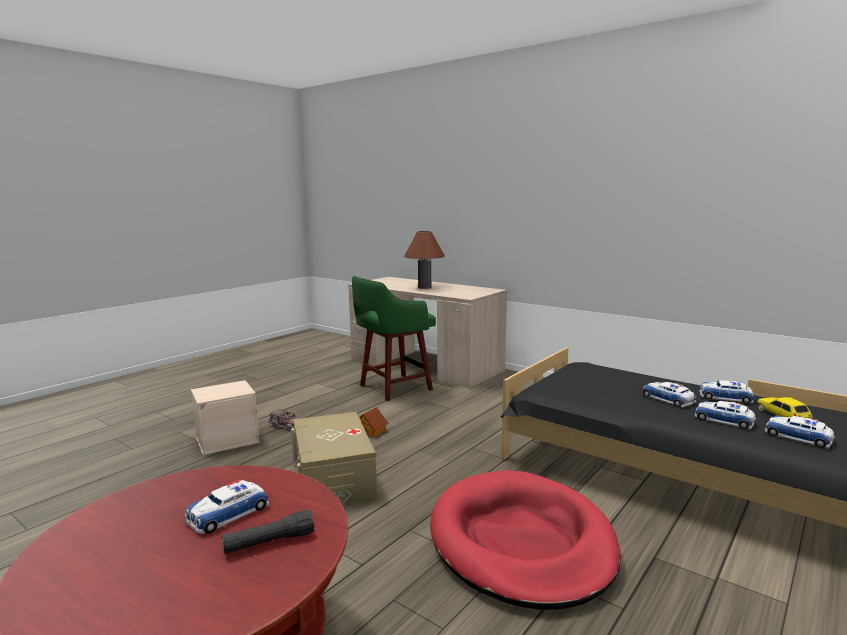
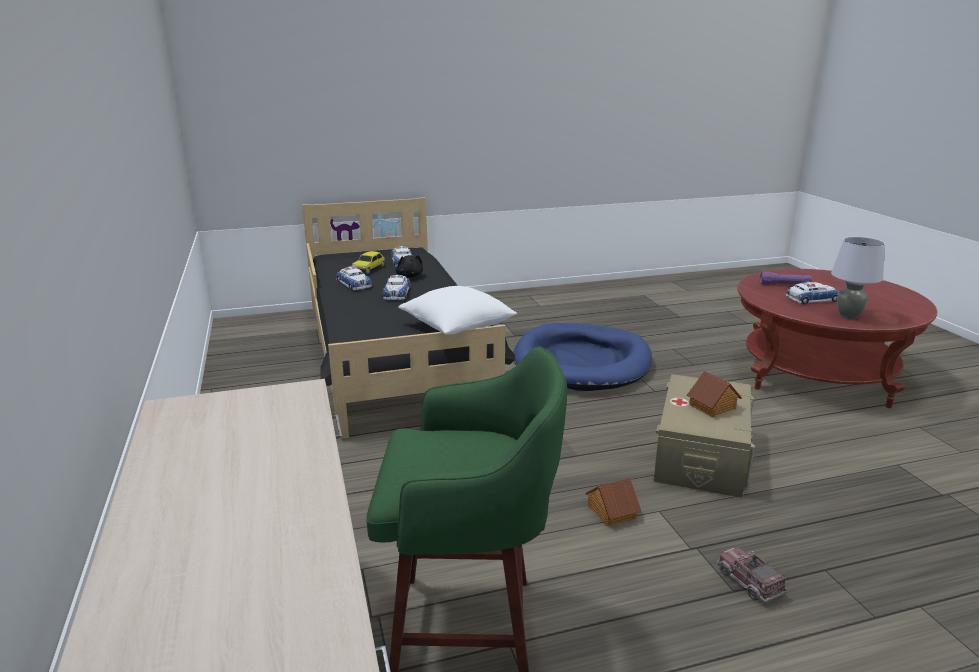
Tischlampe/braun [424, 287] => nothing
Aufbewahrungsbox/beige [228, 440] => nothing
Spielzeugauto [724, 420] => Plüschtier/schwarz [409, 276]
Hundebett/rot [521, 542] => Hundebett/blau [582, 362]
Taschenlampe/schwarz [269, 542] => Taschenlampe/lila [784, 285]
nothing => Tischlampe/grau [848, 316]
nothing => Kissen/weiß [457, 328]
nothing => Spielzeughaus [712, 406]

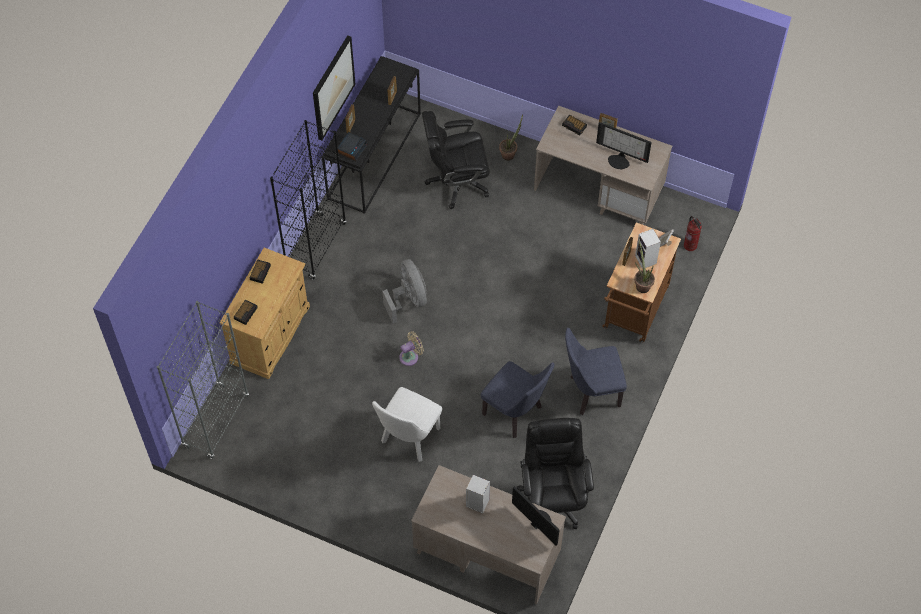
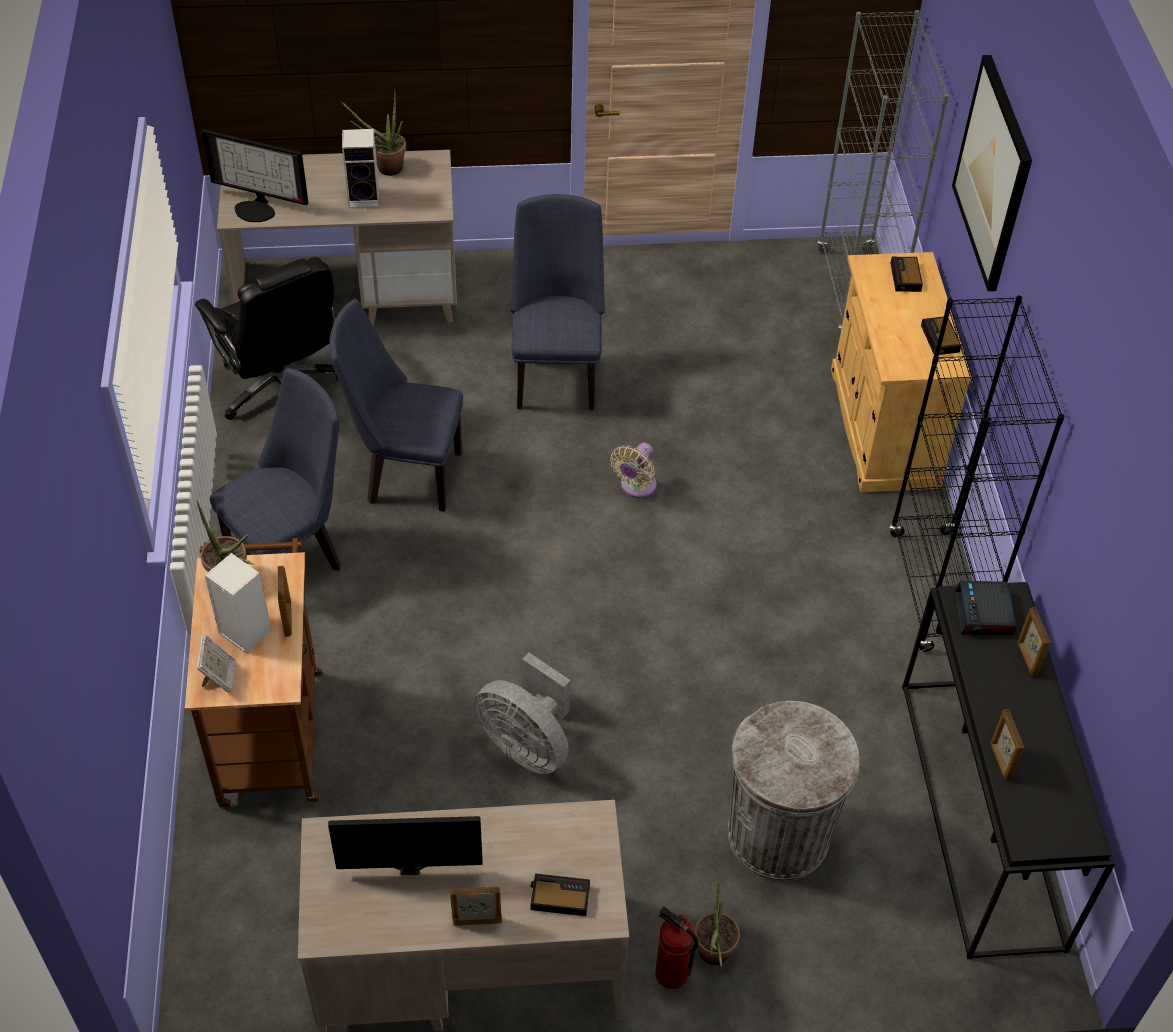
Bild [332, 87] => Bild [993, 173], move
Bürostuhl/schwarz [456, 181] => Mülleimer/grau [778, 836]
Feuerlöscher [690, 245] => Feuerlöscher [671, 974], move
Ventilator/grau [408, 299] => Ventilator/grau [527, 745], move
Stuhl/weiß [408, 439] => Stuhl/blau [556, 376]
nothing => Topfpflanze [384, 169]

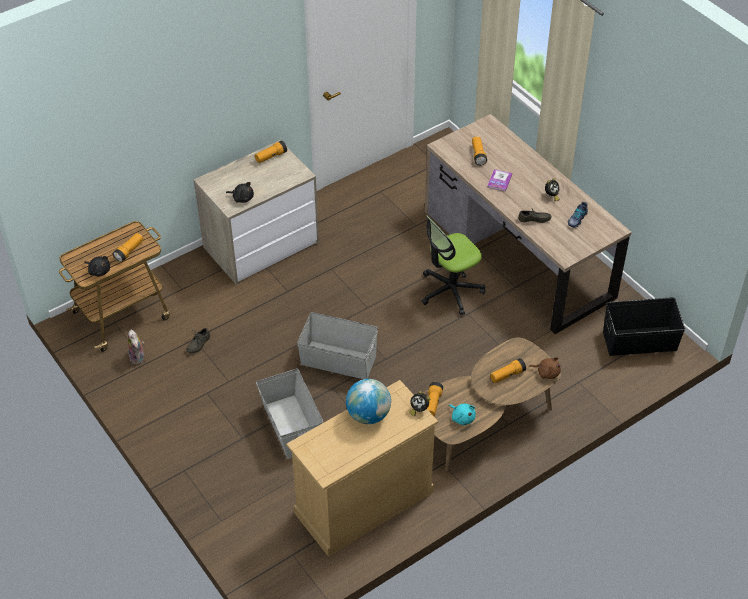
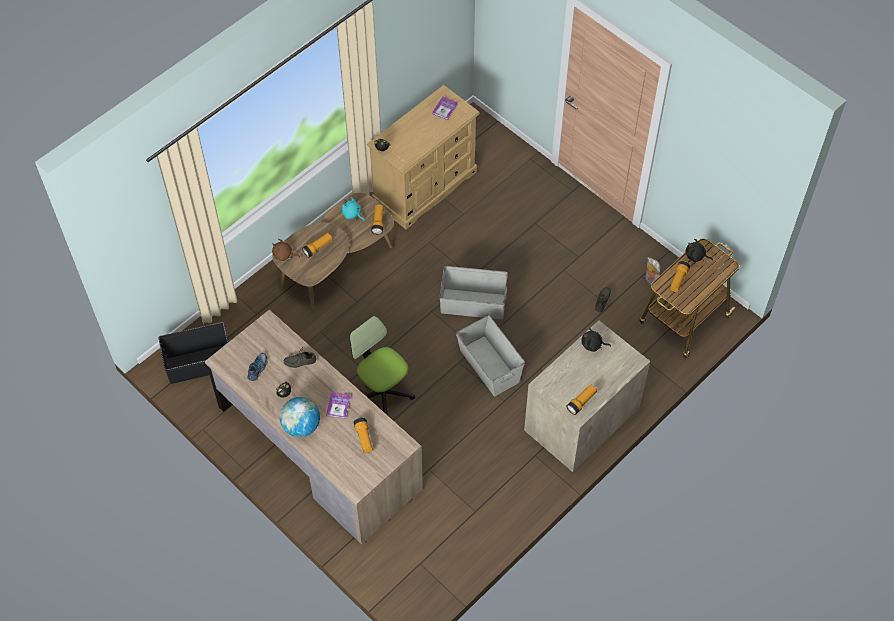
Bürostuhl [450, 291] => Bürostuhl [382, 393], 90 degrees counterclockwise
Aufbewahrungsbox/grau [290, 426] => Aufbewahrungsbox/grau [489, 365], move
Globus [368, 415] => Globus [301, 426], move
nothing => Buch [445, 108]

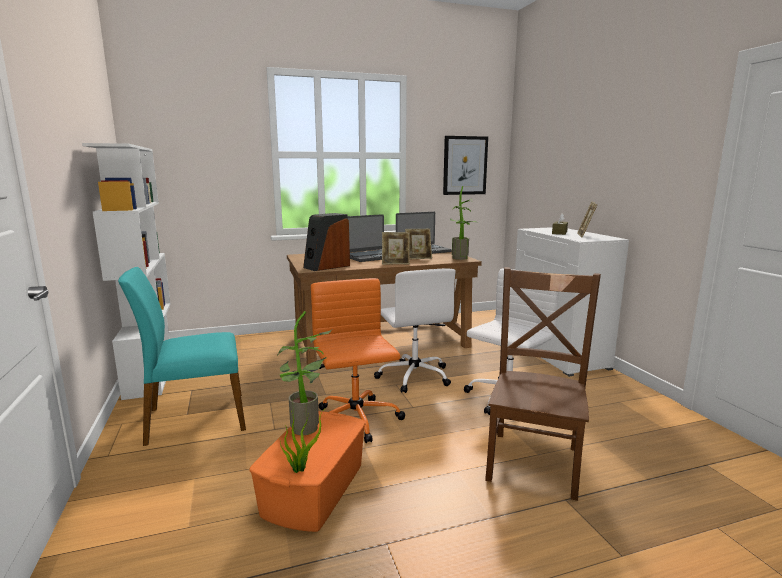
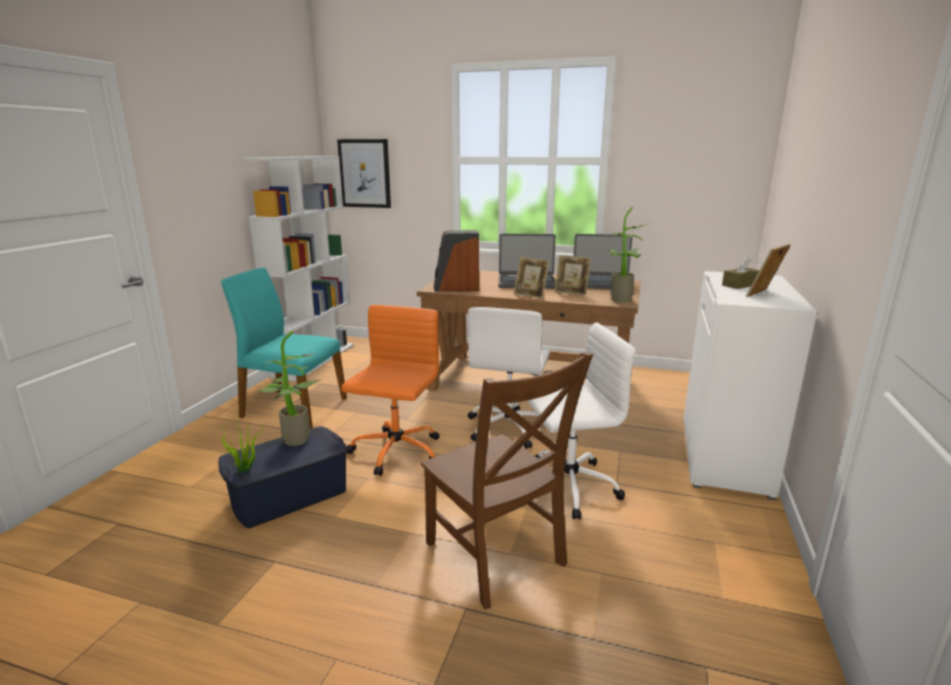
Bild [465, 165] => Bild [365, 173], move
Stuhl/braun [534, 460] => Stuhl/braun [497, 557], 90 degrees clockwise
Aufbewahrungsbox/orange [313, 489] => Aufbewahrungsbox/blau [288, 495]

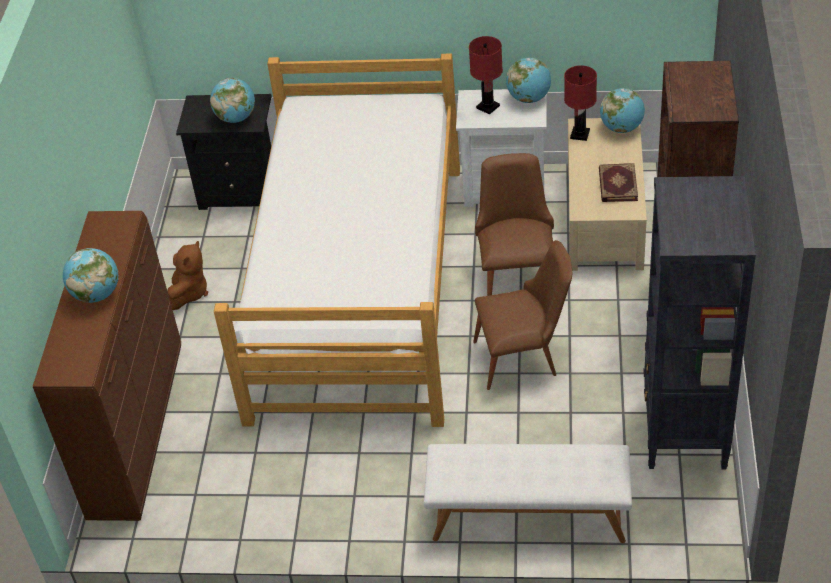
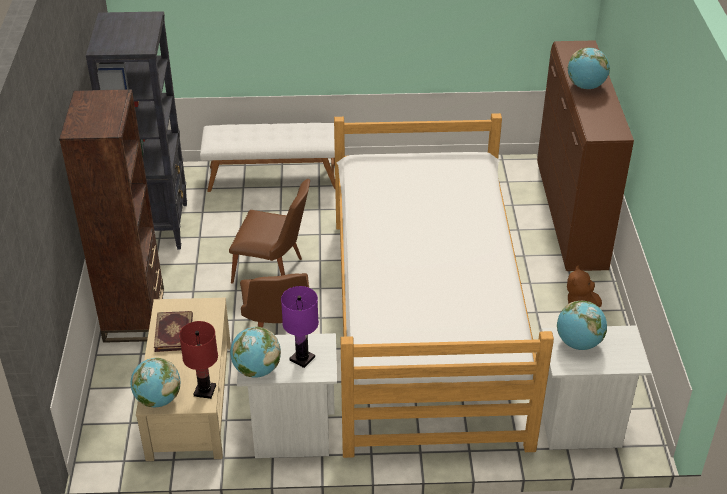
Tischlampe/rot [487, 107] => Tischlampe/lila [302, 358]
Nachttisch/schwarz [241, 191] => Nachttisch/weiß [579, 427]
Stuhl/braun [524, 358] => Stuhl/braun [274, 272], 150 degrees counterclockwise

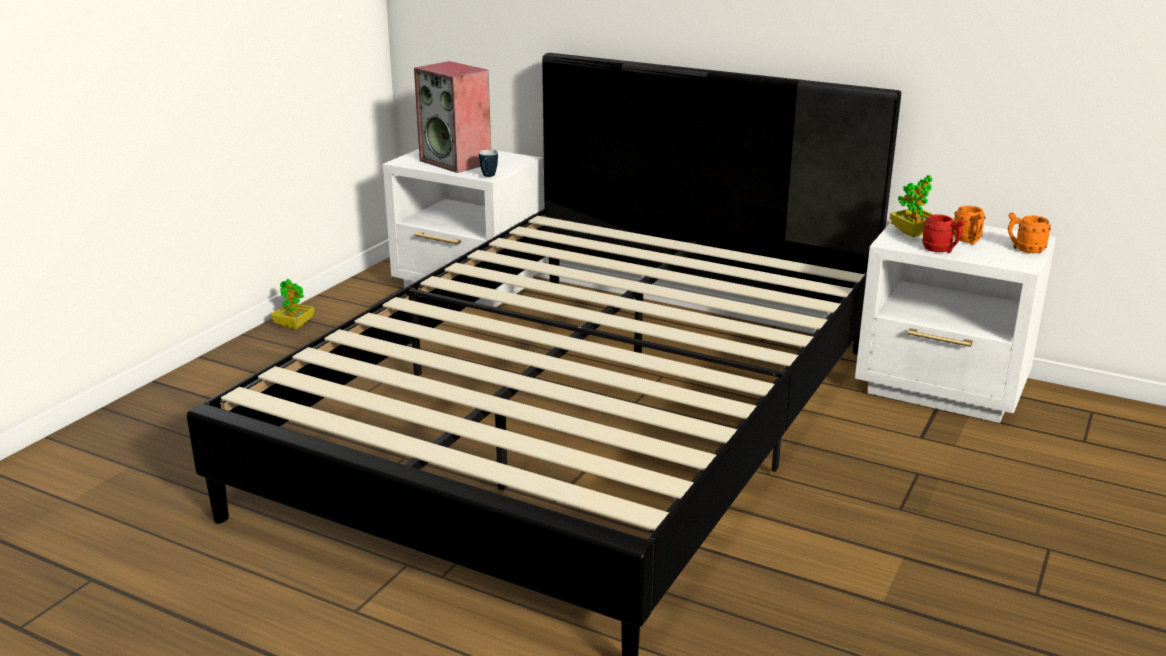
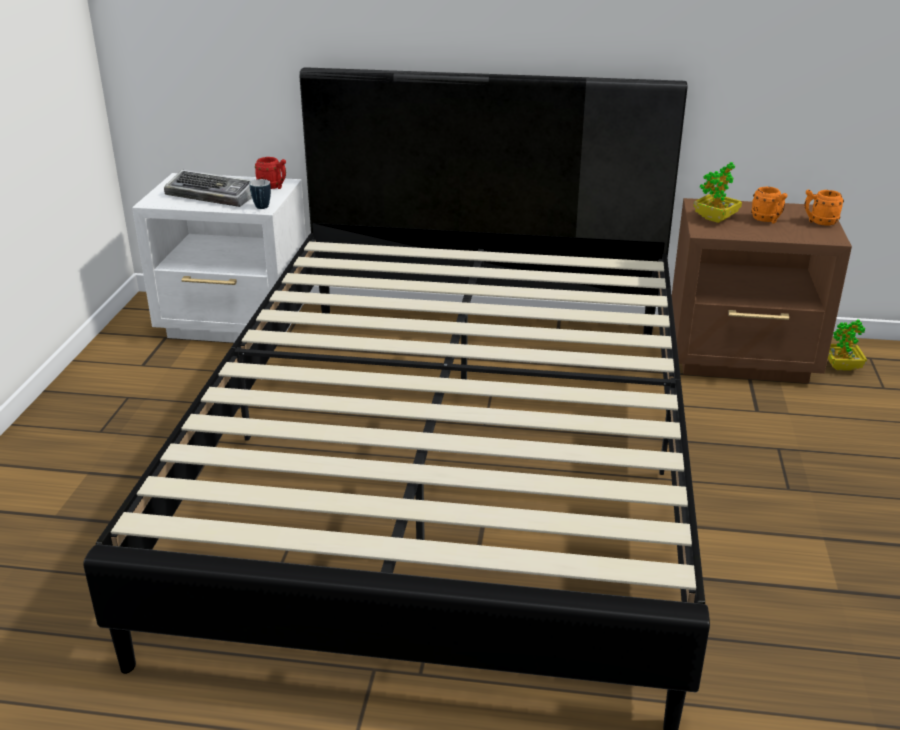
Lautsprecher [457, 162] => Tastatur [214, 195]
Henkelbecher/rot [941, 250] => Henkelbecher/rot [273, 187], move
Nachttisch/weiß [943, 389] => Nachttisch/braun [743, 358]
Topfpflanze [294, 325] => Topfpflanze [841, 366], move

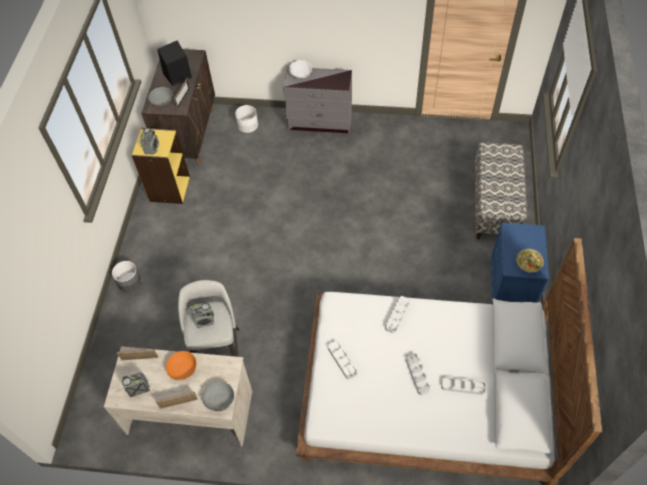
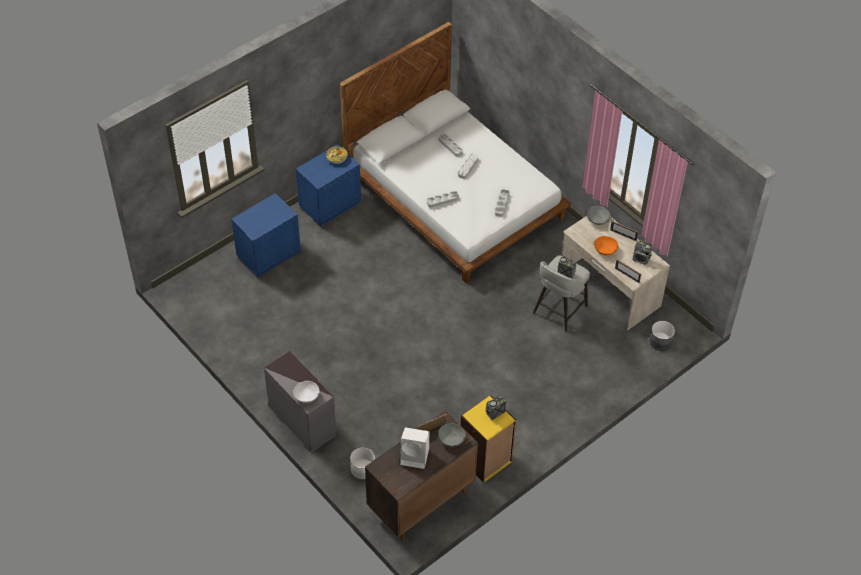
Lautsprecher/schwarz [177, 76] => Lautsprecher/weiß [415, 456]
Bank [495, 205] => Nachttisch/blau [268, 254]
Pflanzkübel/grau [129, 281] => Pflanzkübel/grau [660, 342], move

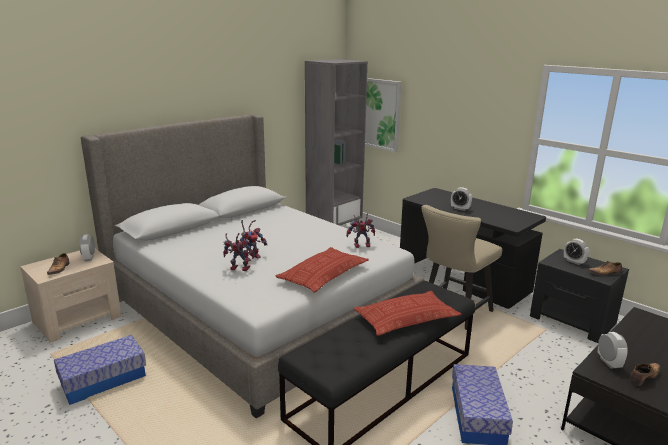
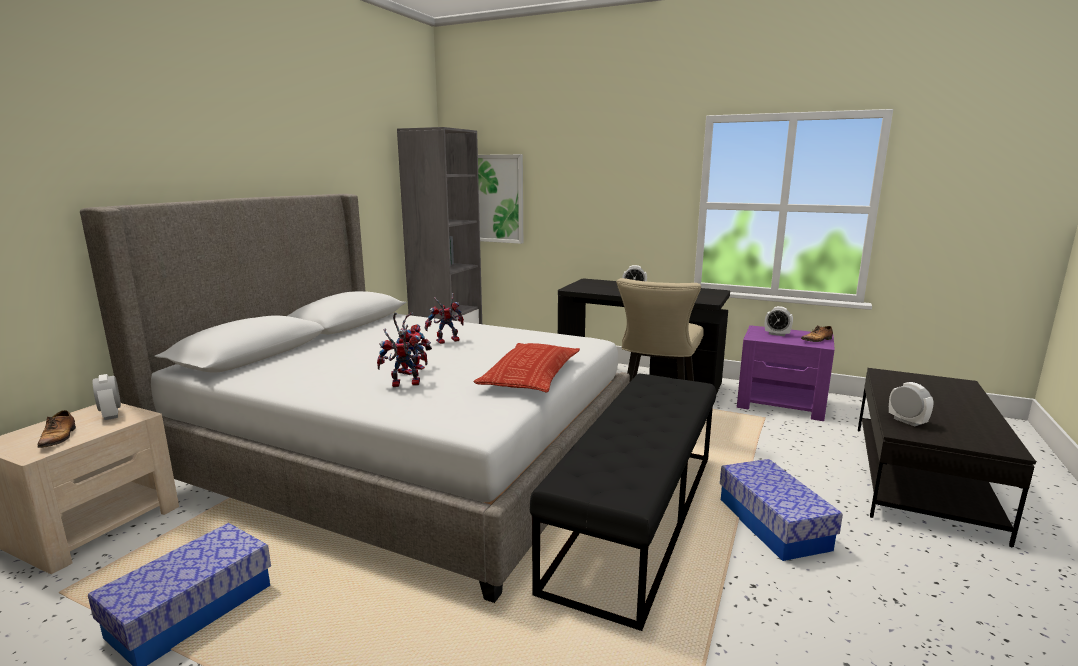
Spielzeugroboter [360, 246] => Spielzeugroboter [446, 341], move
Nachttisch/schwarz [573, 320] => Nachttisch/lila [781, 404]
Kissen [406, 318] => nothing
Schuh [643, 377] => nothing

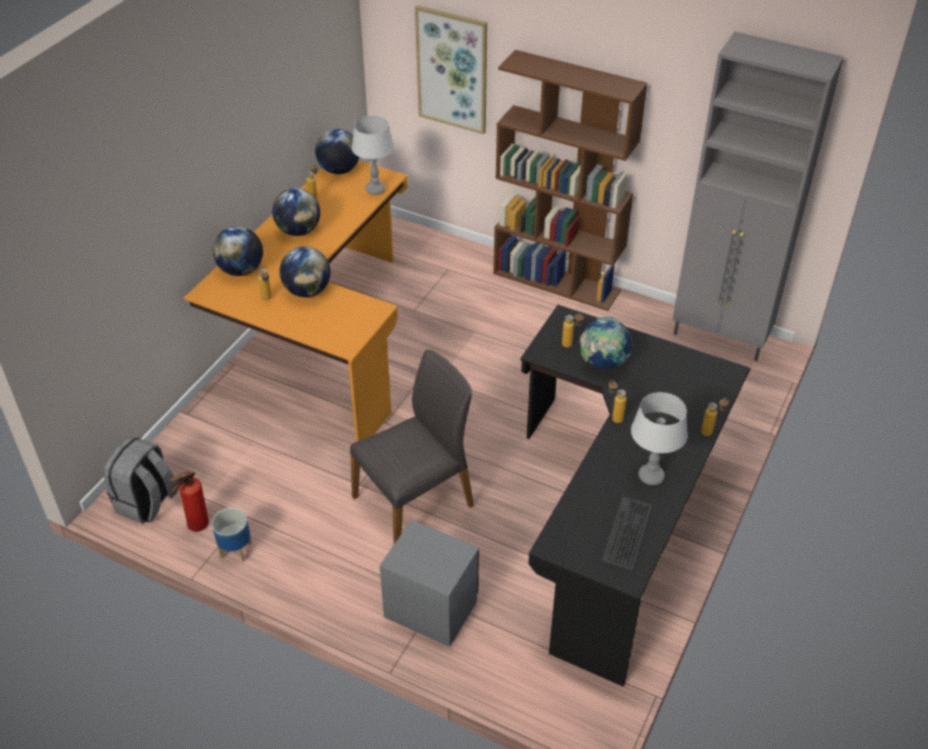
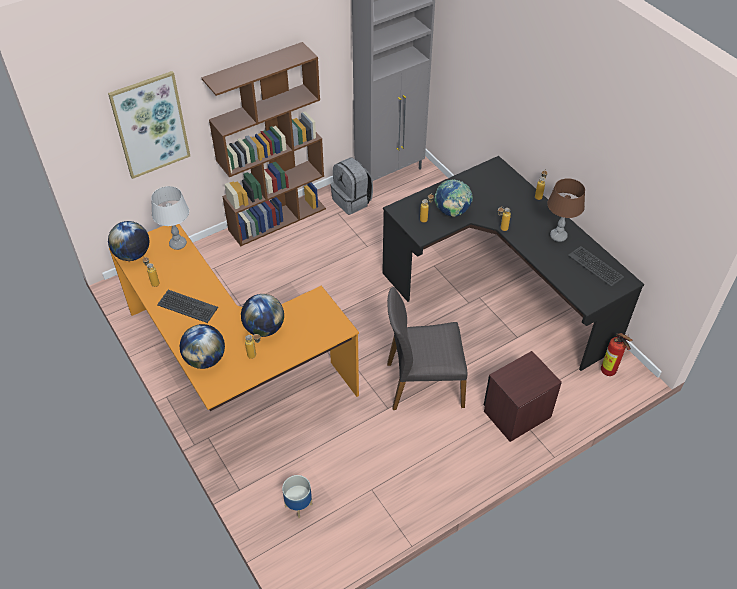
Globus [298, 231] => Tastatur [187, 307]
Stuhl/grau [415, 501] => Stuhl/grau [423, 383], 90 degrees counterclockwise
Tischlampe/grau [650, 476] => Tischlampe/braun [558, 236]
Rucksack/grau [147, 503] => Rucksack/grau [352, 201], move
Feuerlöscher [195, 526] => Feuerlöscher [609, 372], move
Pflanzkübel [235, 550] => Pflanzkübel [299, 505], move
Nachttisch/grau [431, 609] => Nachttisch/braun [517, 414]

